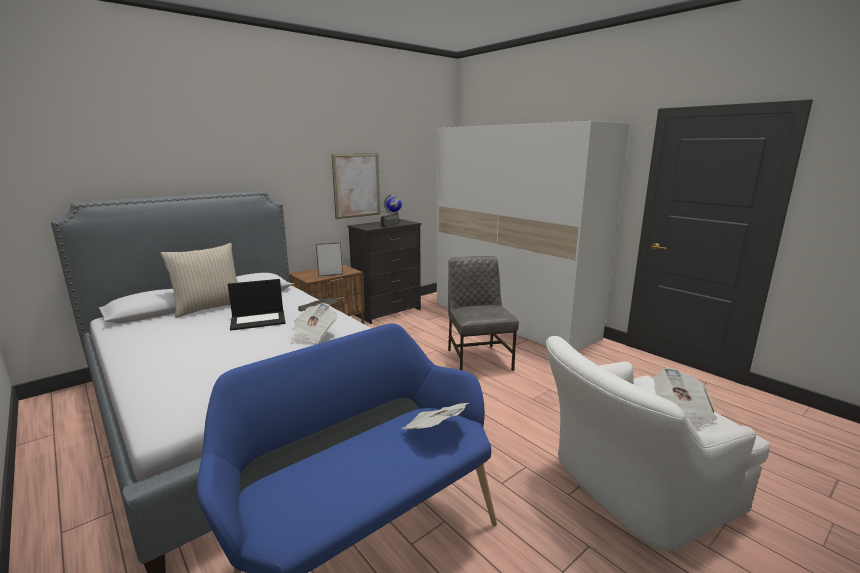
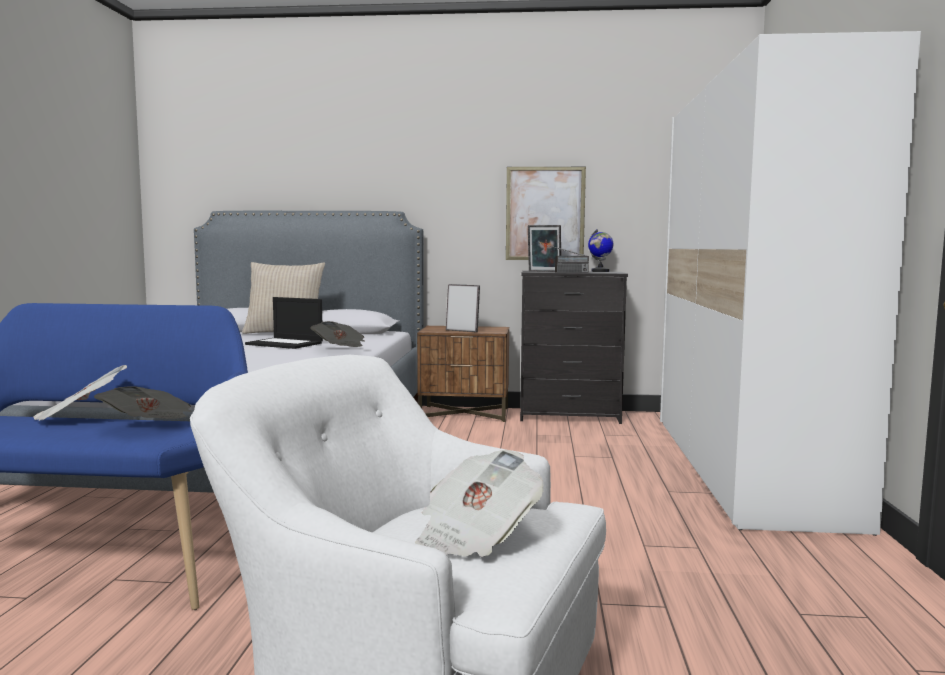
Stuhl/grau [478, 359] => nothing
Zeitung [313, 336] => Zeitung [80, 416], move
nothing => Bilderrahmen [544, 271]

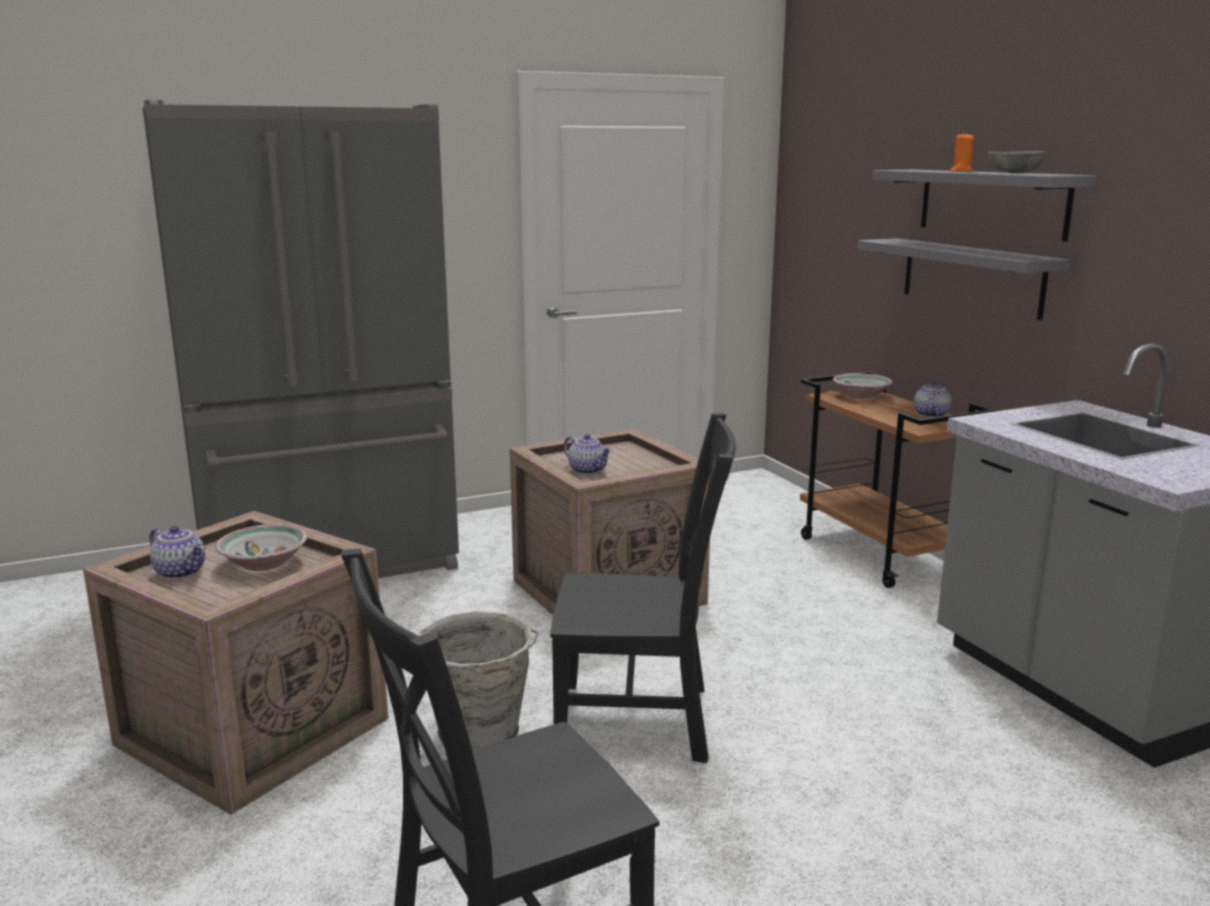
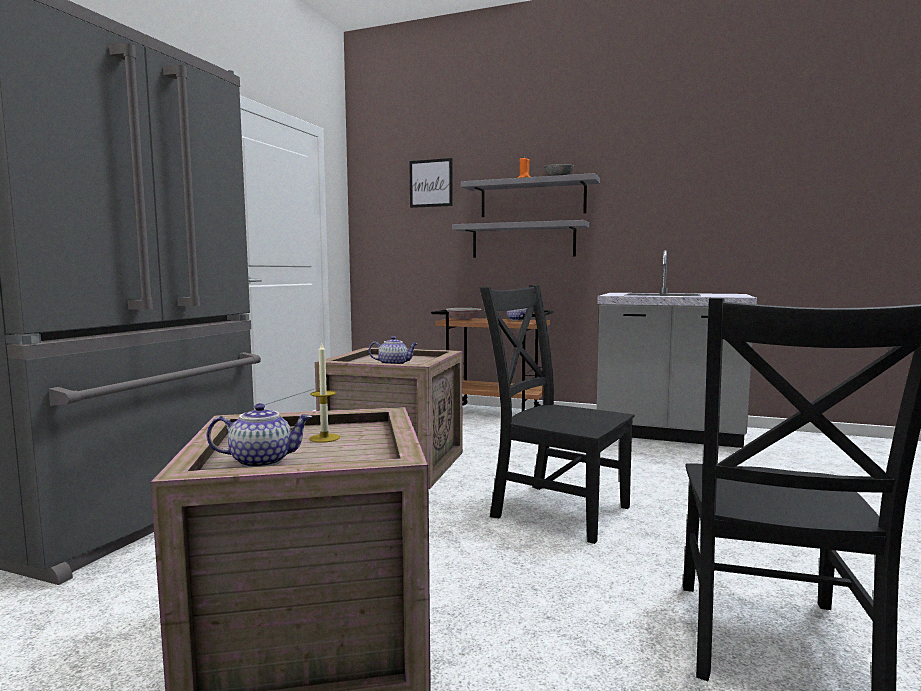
Stuhl/schwarz [641, 721] => Stuhl/schwarz [555, 510], 105 degrees counterclockwise
Schüssel [263, 563] => Kerze [324, 438]
Eimer/grau [479, 736] => nothing
nothing => Bild [431, 183]

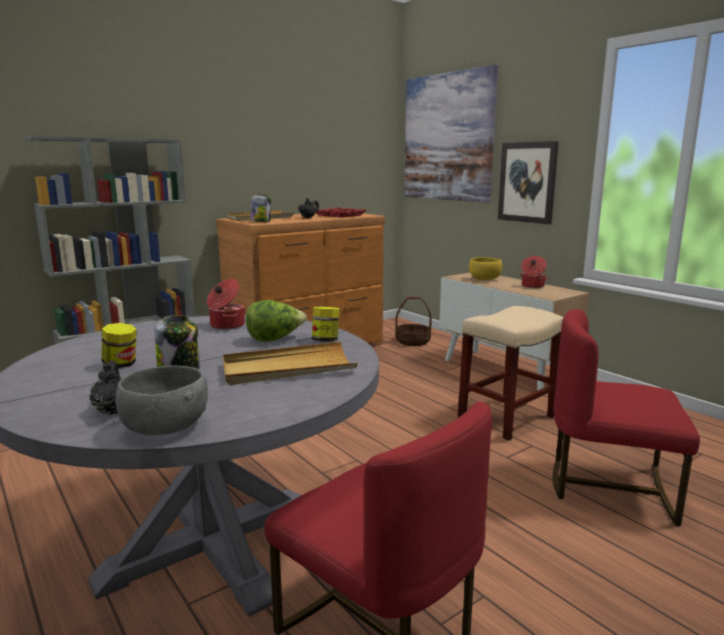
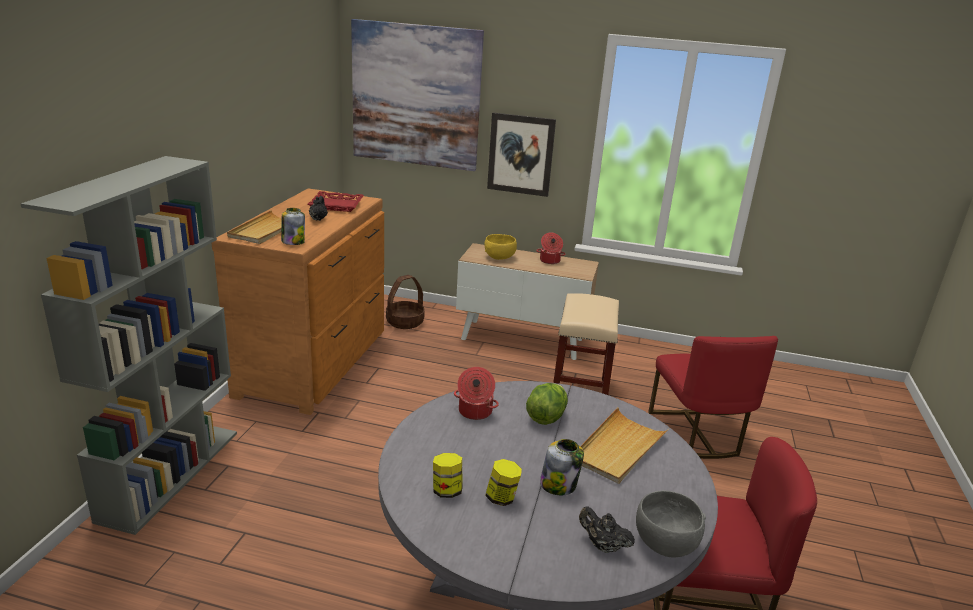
Vorratsglas [325, 341] => Vorratsglas [447, 490], move
Stuhl/rot [610, 487] => Stuhl/rot [697, 433], 75 degrees counterclockwise

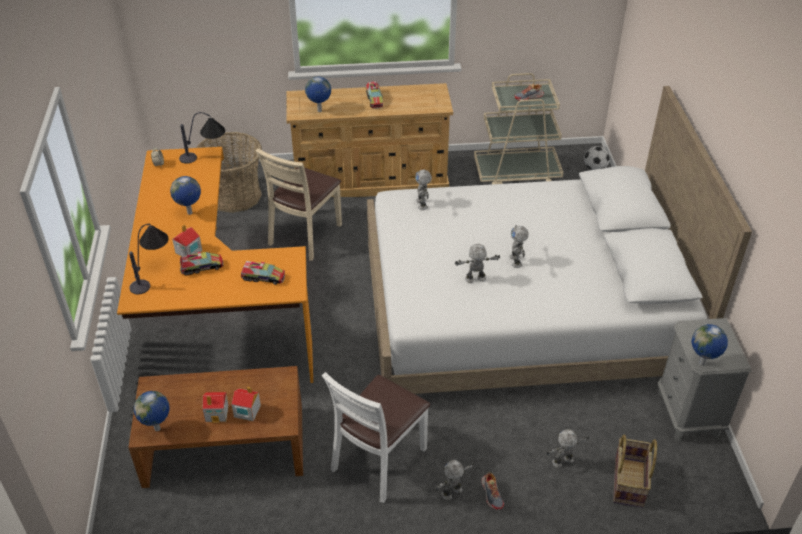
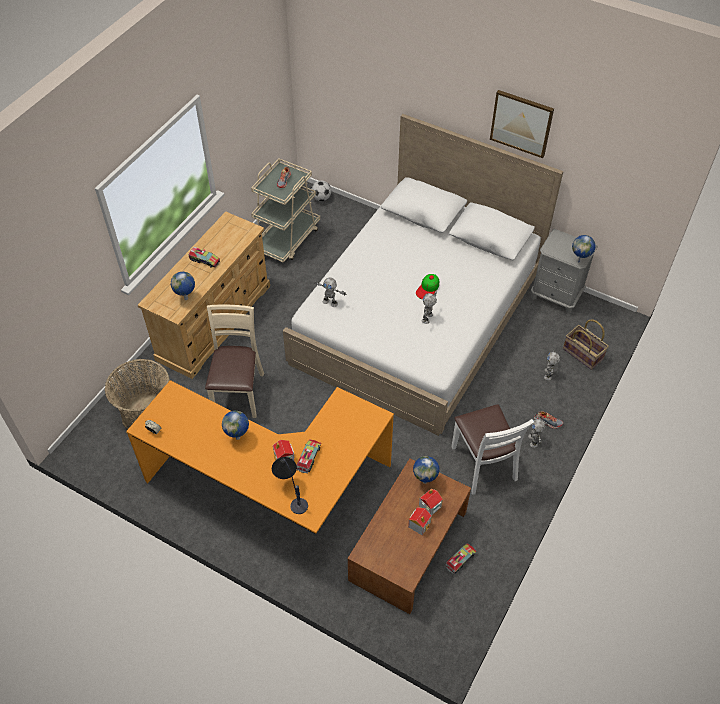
Tischlampe [206, 157] => nothing
Stuhl/beige [305, 235] => Stuhl/beige [238, 393], 150 degrees counterclockwise
Spielzeugroboter [516, 261] => Kappe [428, 288]
Spielzeuglaster [263, 277] => Spielzeuglaster [460, 560], move
Globus [158, 429] => Globus [425, 481], move
nothing => Bild [521, 123]

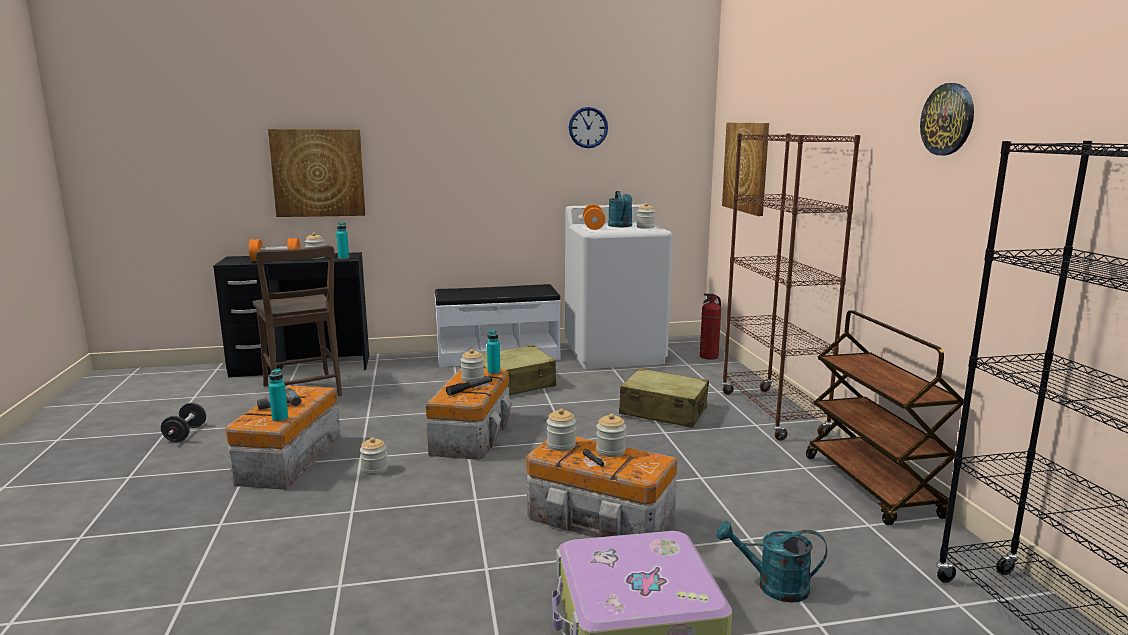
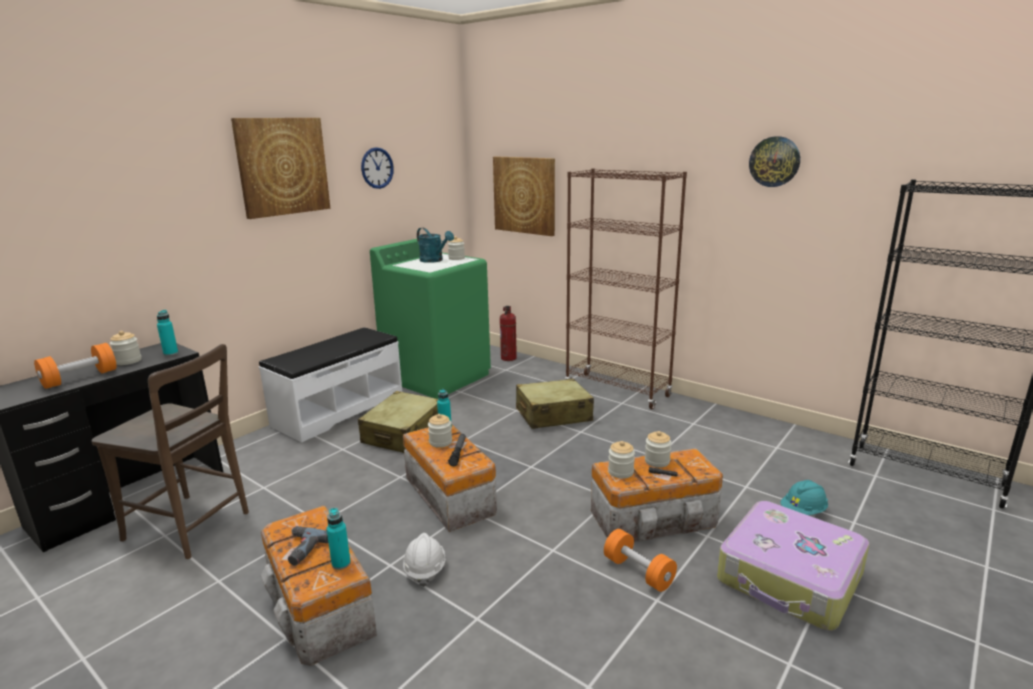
Bild [318, 173] => Bild [282, 166], move
Waschmaschine/weiß [615, 353] => Waschmaschine/grün [437, 377]
Hantel/orange [593, 227] => Hantel/orange [638, 572], move
Rollwagen/braun [872, 487] => nothing
Hantel/schwarz [185, 434] => nothing
Vorratsglas [374, 469] => Schutzhelm/weiß [425, 569]
Gießkanne/türkis [773, 586] => Schutzhelm/türkis [803, 511]

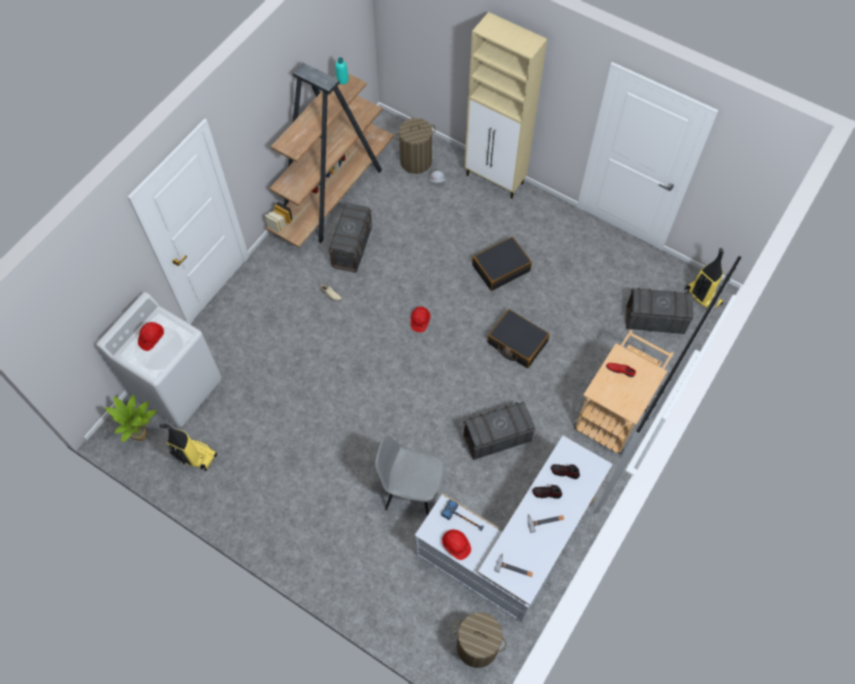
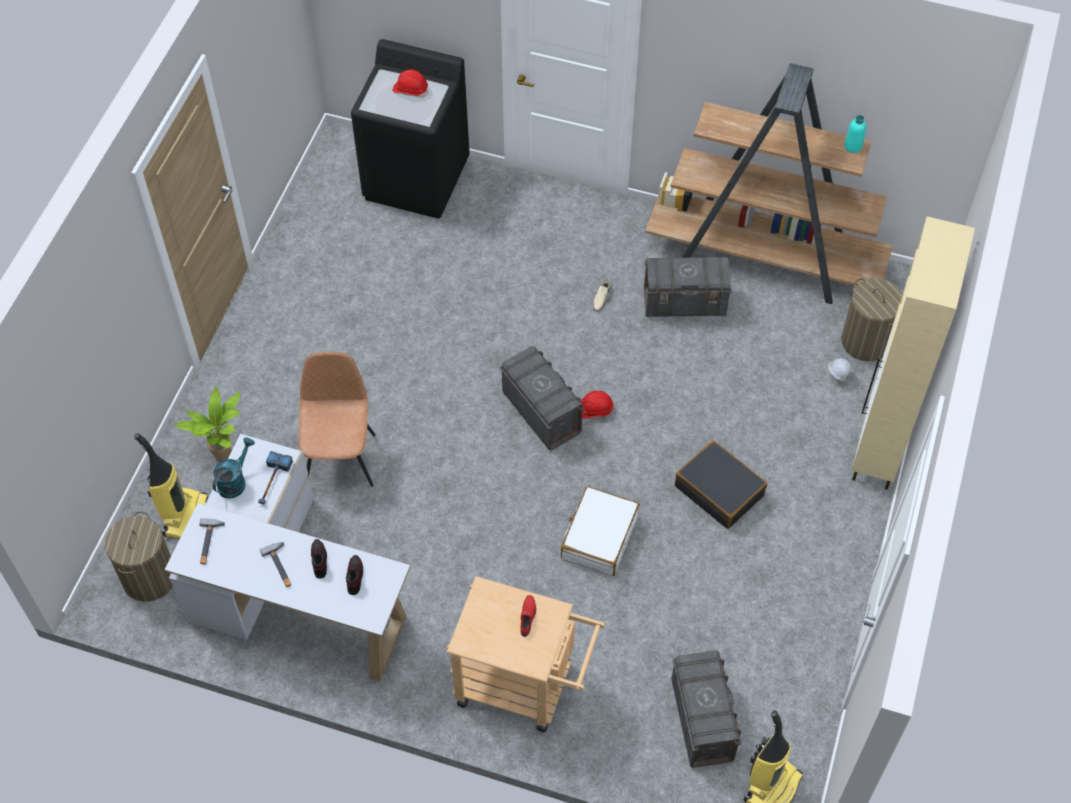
Waschmaschine/weiß [177, 387] => Waschmaschine/schwarz [417, 179]
Koffer/schwarz [517, 343] => Koffer/weiß [599, 537]
Topfpflanze [143, 435] => Topfpflanze [224, 455], move
Aufbewahrungsbox/grau [496, 438] => Aufbewahrungsbox/grau [541, 412], move
Staubsauger [194, 456] => Staubsauger [184, 516], move
Stuhl/grau [411, 490] => Stuhl/braun [340, 458]
Schutzhelm/rot [456, 545] => Gießkanne/türkis [235, 481]

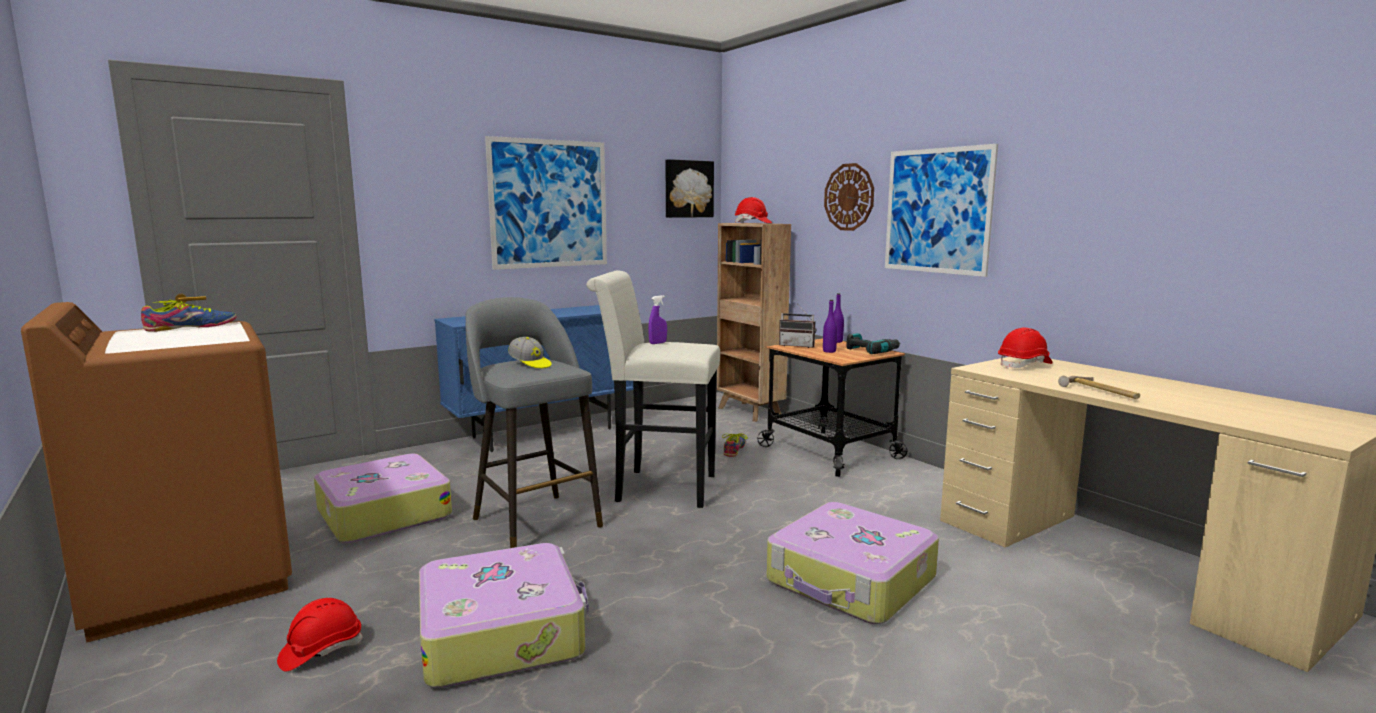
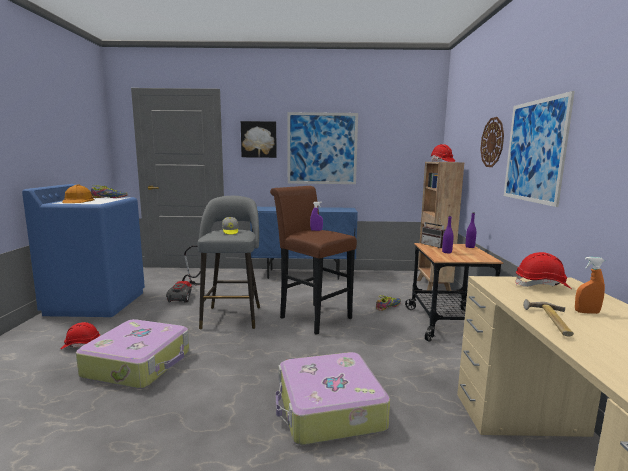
Bild [688, 189] => Bild [259, 139], move
Hocker/weiß [657, 487] => Hocker/braun [312, 316]
Waschmaschine/braun [191, 579] => Waschmaschine/blau [96, 303]
Bohrmaschine [871, 351] => nothing
Koffer [383, 513] => Staubsauger [186, 295]
nothing => Schutzhelm/orange [78, 201]
nothing => Sprühflasche/orange [586, 312]

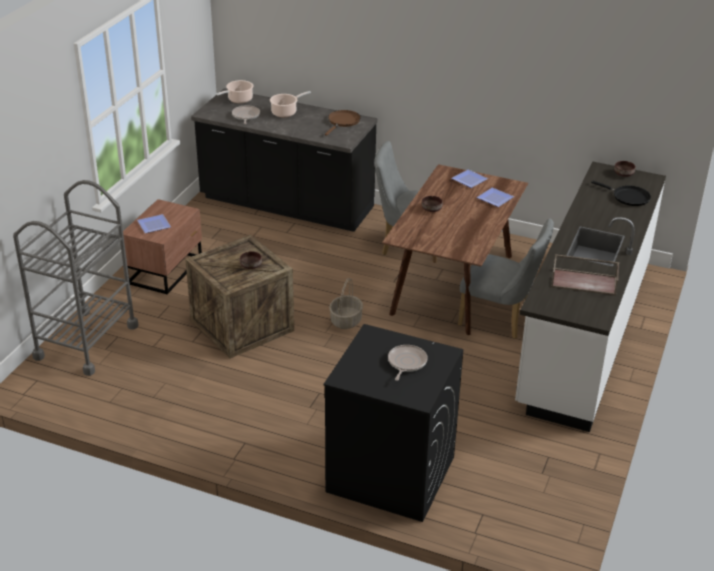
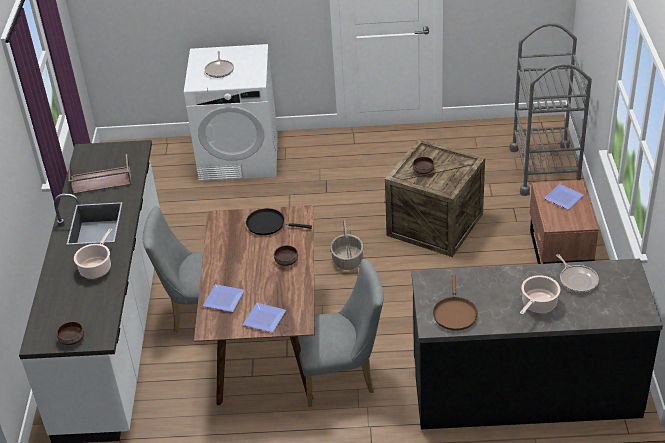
Kochtopf [239, 100] => Kochtopf [96, 268], move
Pfanne/schwarz [628, 197] => Pfanne/schwarz [269, 224], move
Waschmaschine/schwarz [390, 474] => Waschmaschine/weiß [239, 157]

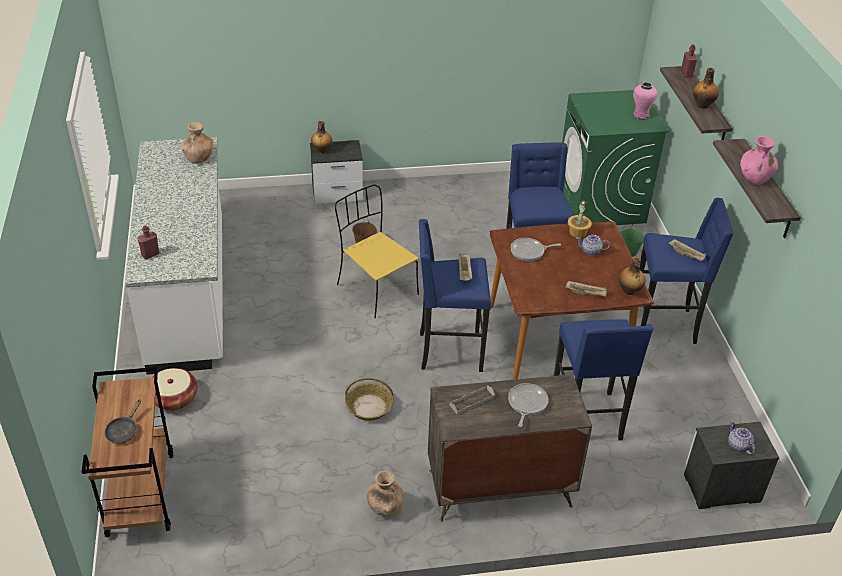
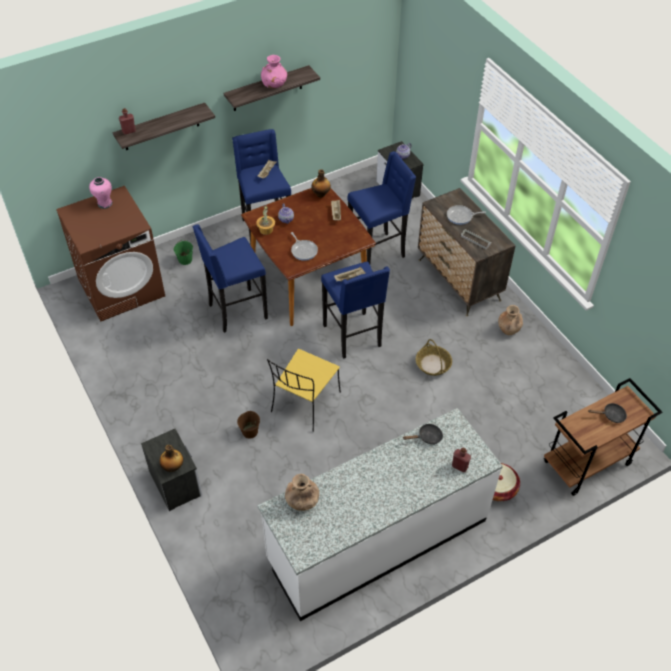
Flasche [703, 105] => nothing
Waschmaschine/grün [600, 203] => Waschmaschine/braun [122, 287]
nothing => Pfanne/schwarz [427, 437]

